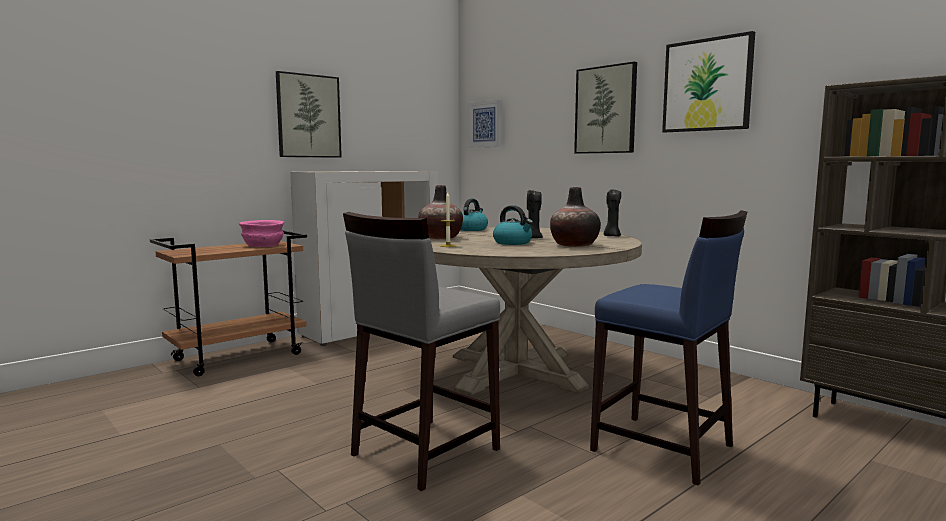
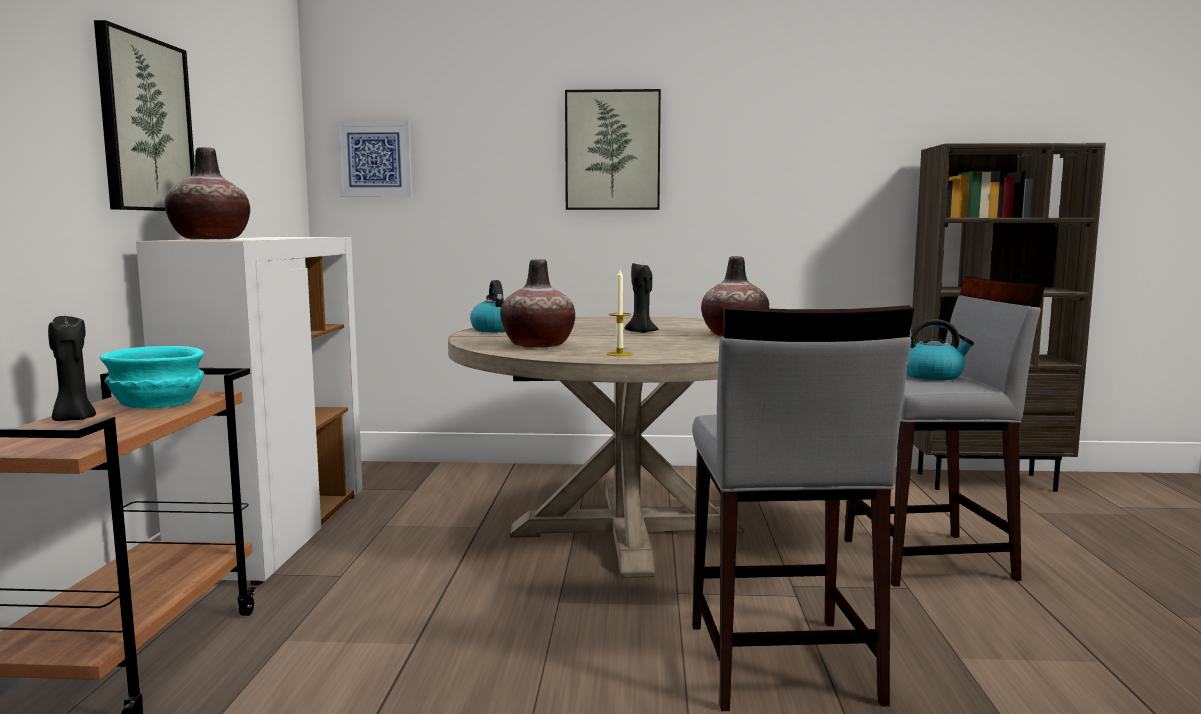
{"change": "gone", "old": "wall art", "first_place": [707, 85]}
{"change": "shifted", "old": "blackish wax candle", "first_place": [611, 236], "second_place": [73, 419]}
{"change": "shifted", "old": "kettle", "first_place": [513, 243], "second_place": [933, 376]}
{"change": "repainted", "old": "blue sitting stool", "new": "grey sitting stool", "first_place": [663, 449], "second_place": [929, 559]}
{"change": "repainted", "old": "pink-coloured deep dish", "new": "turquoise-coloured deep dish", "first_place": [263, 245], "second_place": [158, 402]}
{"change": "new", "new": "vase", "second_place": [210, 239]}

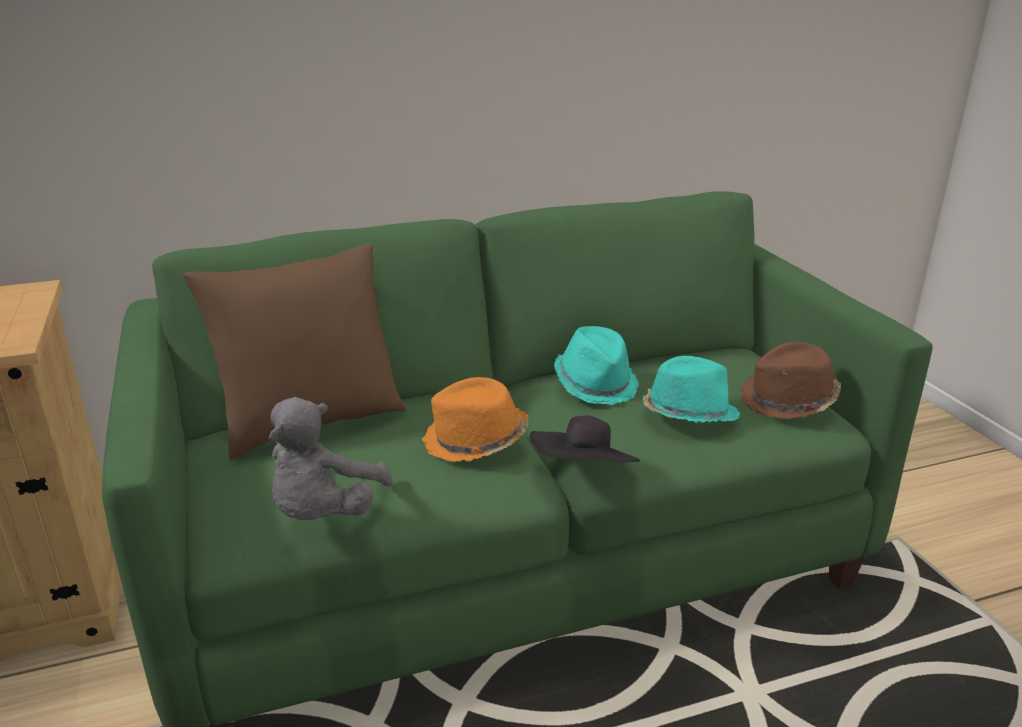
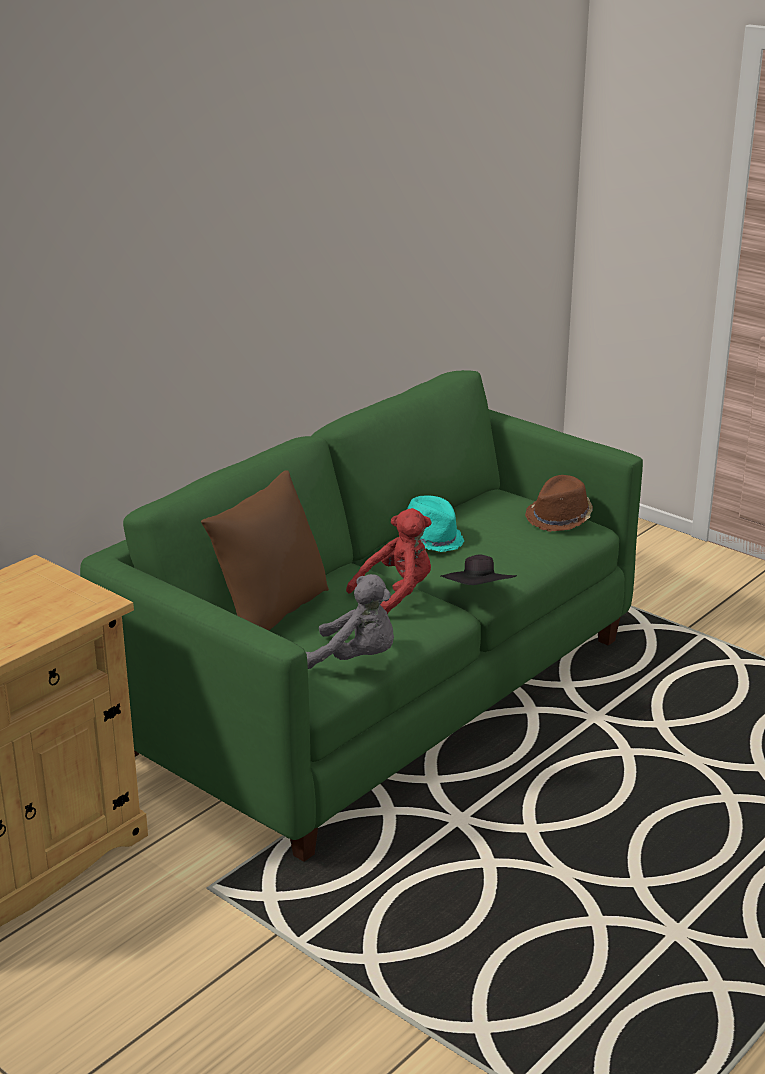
{"change": "gone", "old": "turquoise-coloured wearable hat", "first_place": [687, 414]}
{"change": "swapped", "old": "orangey wearable hat", "new": "red cuddly toy", "first_place": [475, 441], "second_place": [396, 595]}
{"change": "rotated", "old": "grey cuddly toy", "first_place": [325, 513], "second_place": [356, 659], "degrees": -60}

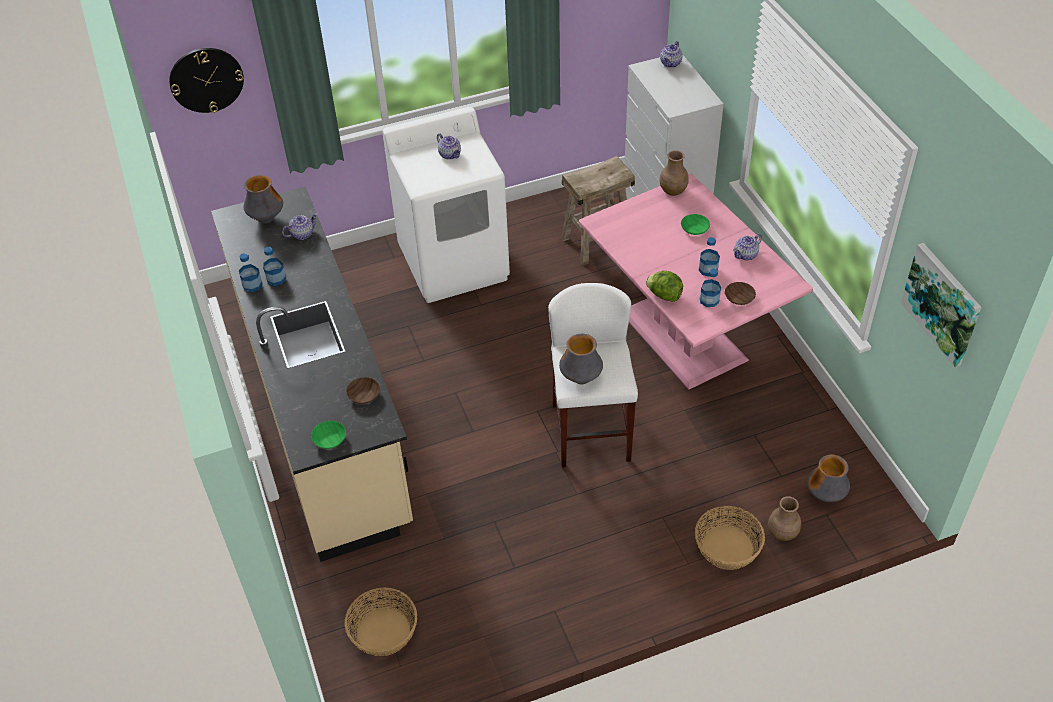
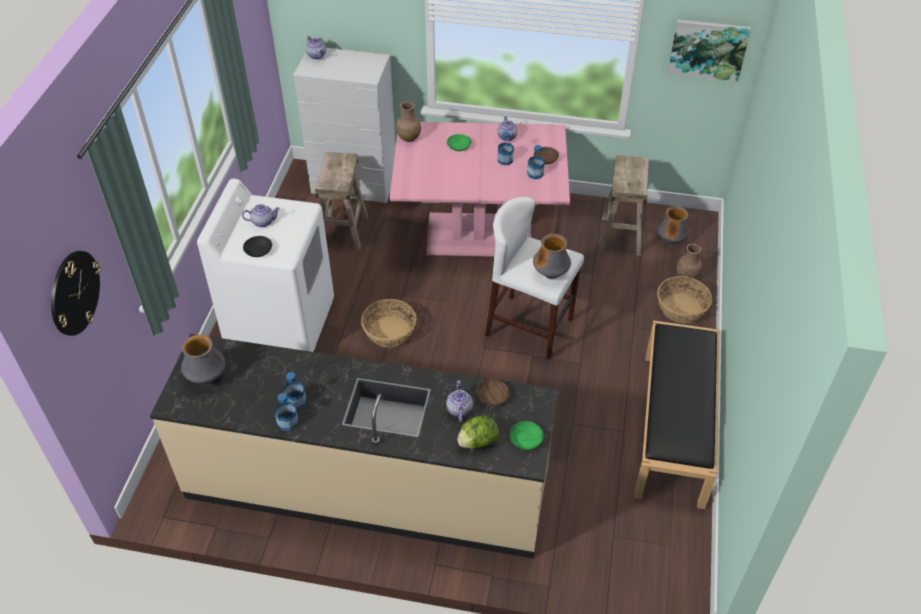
{"change": "shifted", "old": "pot for tea", "first_place": [302, 234], "second_place": [459, 409]}
{"change": "shifted", "old": "lettuce", "first_place": [664, 295], "second_place": [478, 442]}
{"change": "shifted", "old": "storage basket", "first_place": [383, 631], "second_place": [389, 332]}
{"change": "new", "new": "beige sitting stool", "second_place": [621, 235]}
{"change": "new", "new": "blackish deep dish", "second_place": [259, 251]}
{"change": "new", "new": "blackish bench", "second_place": [674, 428]}

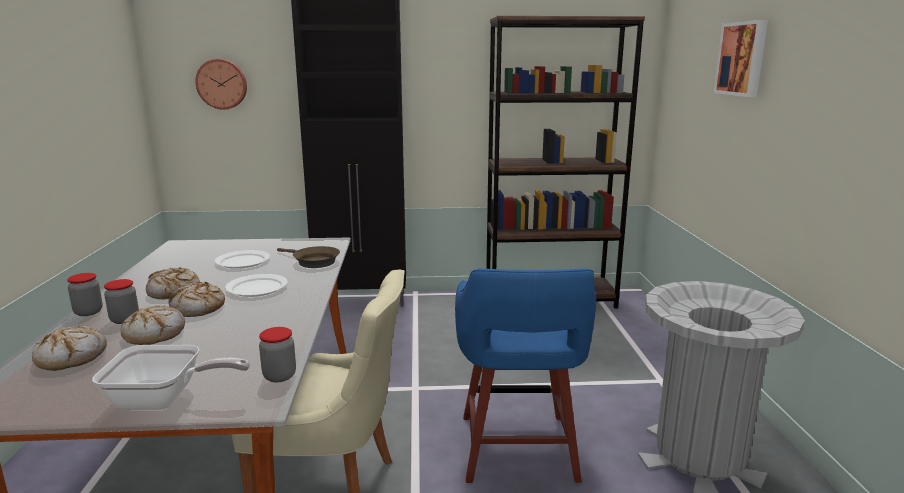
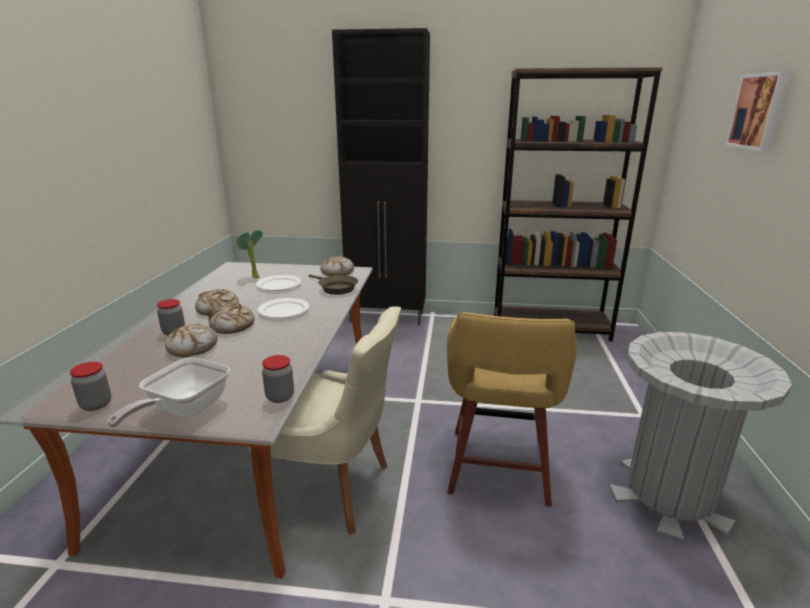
{"change": "gone", "old": "wall clock", "first_place": [222, 84]}
{"change": "repainted", "old": "blue sitting stool", "new": "yellowish sitting stool", "first_place": [517, 450], "second_place": [497, 468]}
{"change": "shifted", "old": "preserve jar", "first_place": [88, 312], "second_place": [96, 404]}
{"change": "shifted", "old": "bread", "first_place": [72, 357], "second_place": [337, 272]}
{"change": "rotated", "old": "frying pan", "first_place": [164, 400], "second_place": [183, 410], "degrees": 105}
{"change": "new", "new": "houseplant", "second_place": [253, 277]}

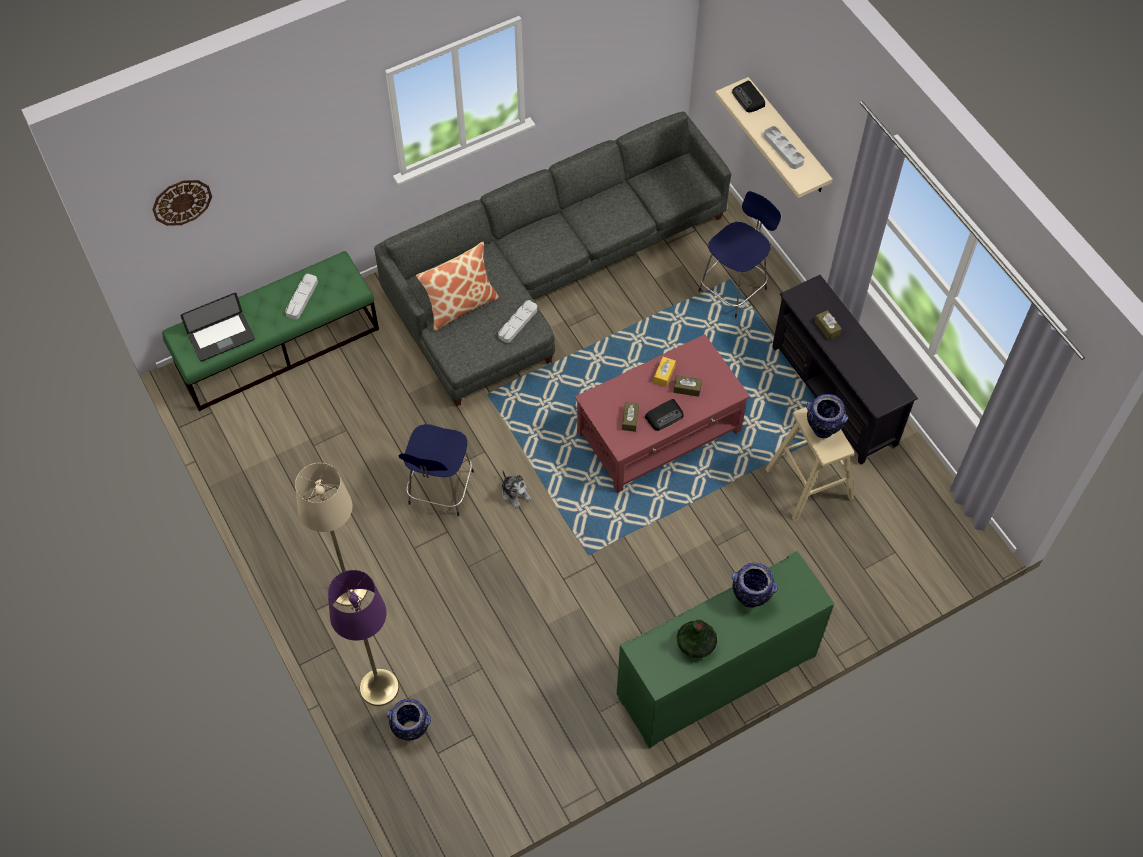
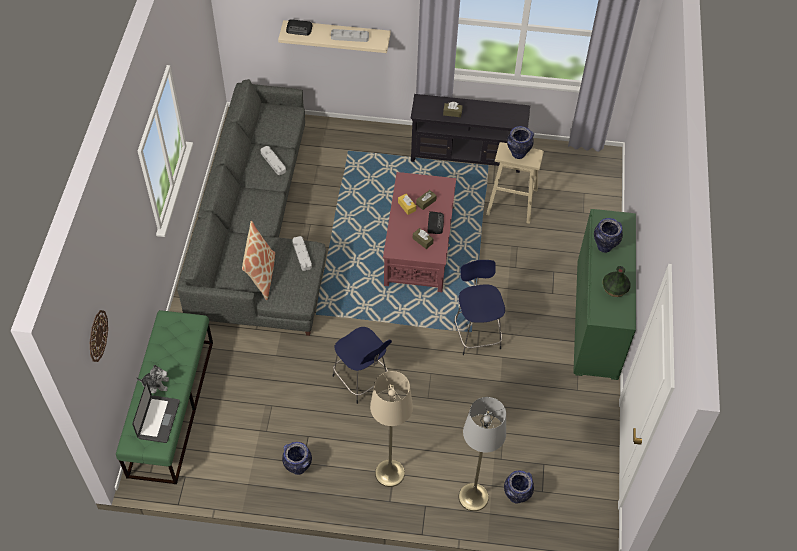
{"change": "shifted", "old": "blue sitting stool", "first_place": [734, 288], "second_place": [477, 333]}
{"change": "shifted", "old": "grey carrying tray", "first_place": [302, 298], "second_place": [273, 162]}
{"change": "shifted", "old": "cuddly toy", "first_place": [515, 493], "second_place": [156, 384]}
{"change": "repainted", "old": "purplish standard lamp", "new": "grey standard lamp", "first_place": [379, 687], "second_place": [473, 497]}
{"change": "new", "new": "vase", "second_place": [298, 468]}

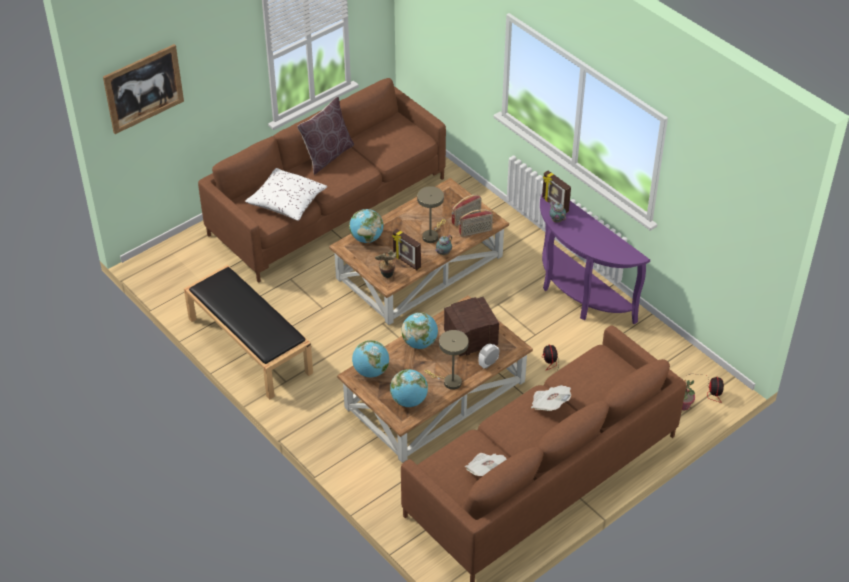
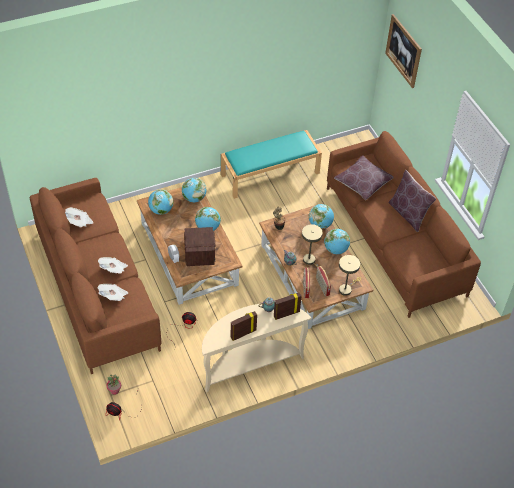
{"change": "repainted", "old": "white-coloured pillow", "new": "brown-coloured pillow", "first_place": [287, 202], "second_place": [363, 183]}
{"change": "repainted", "old": "purplish console table", "new": "beige console table", "first_place": [577, 294], "second_place": [250, 364]}
{"change": "shifted", "old": "picture frame", "first_place": [406, 262], "second_place": [243, 333]}
{"change": "repainted", "old": "blackish bench", "new": "turquoise-coloured bench", "first_place": [248, 345], "second_place": [270, 173]}
{"change": "shifted", "old": "beige tabletop lamp", "first_place": [449, 381], "second_place": [346, 289]}
{"change": "new", "new": "world globe", "second_place": [336, 249]}
{"change": "new", "new": "daily paper", "second_place": [113, 296]}

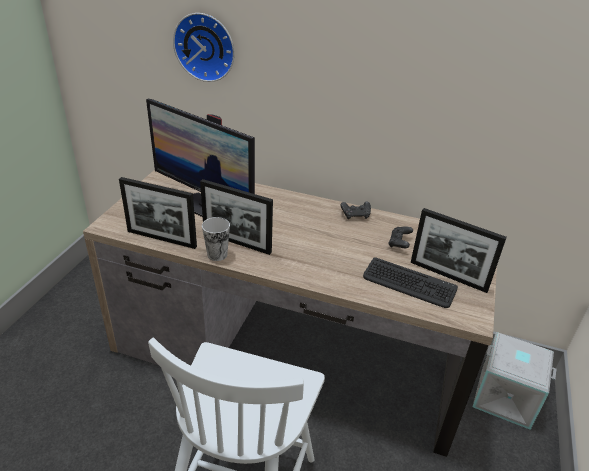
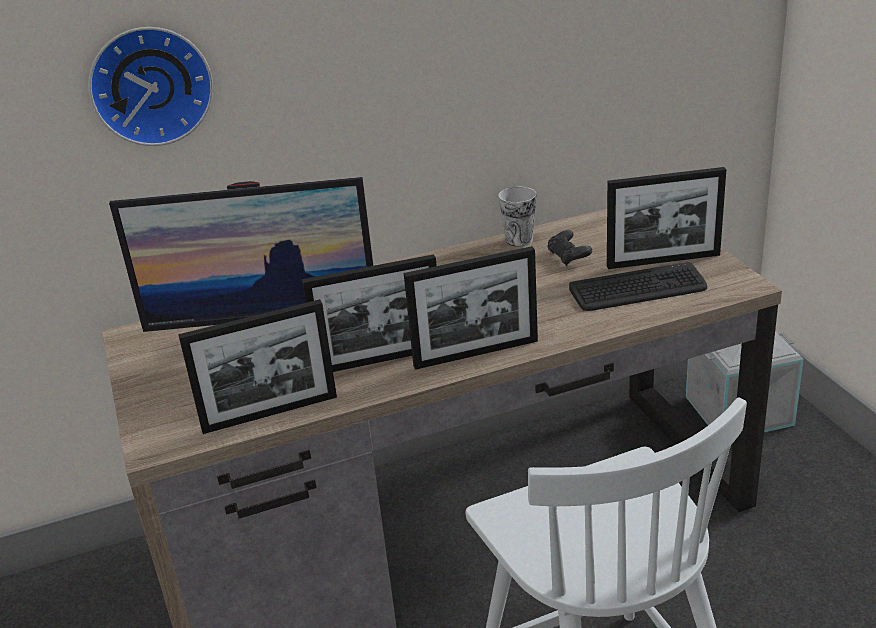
{"change": "gone", "old": "blackish game controller", "first_place": [355, 215]}
{"change": "shifted", "old": "small cup", "first_place": [217, 254], "second_place": [519, 240]}
{"change": "new", "new": "picture frame", "second_place": [476, 353]}

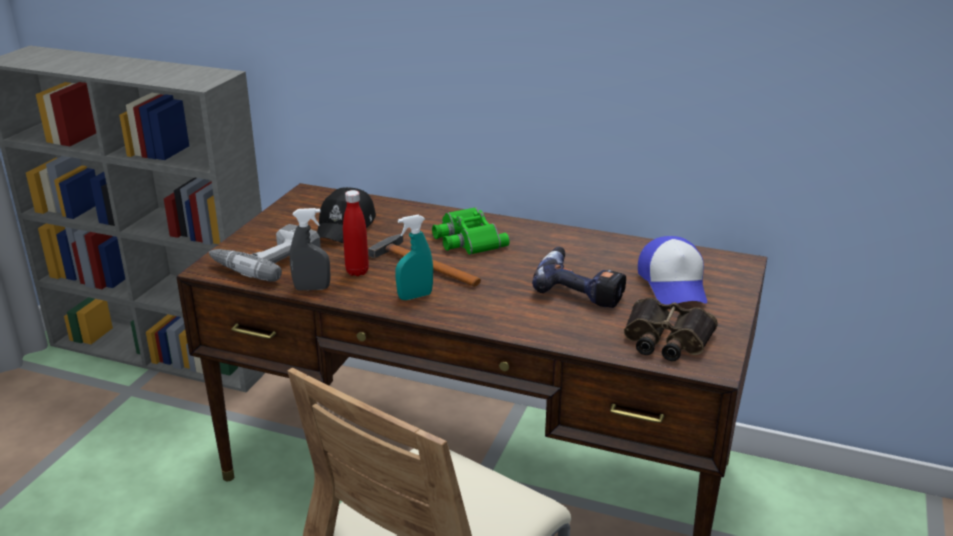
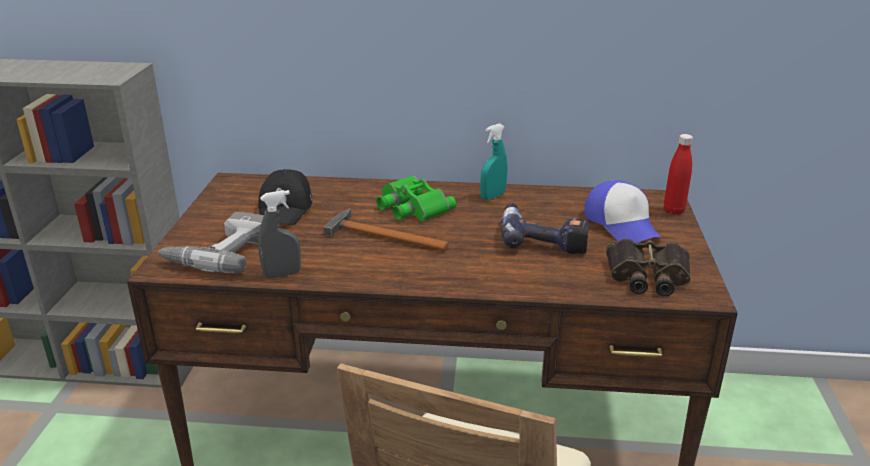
{"change": "shifted", "old": "red beverage bottle", "first_place": [357, 271], "second_place": [673, 211]}
{"change": "shifted", "old": "turquoise-coloured hand sprayer", "first_place": [415, 296], "second_place": [493, 196]}

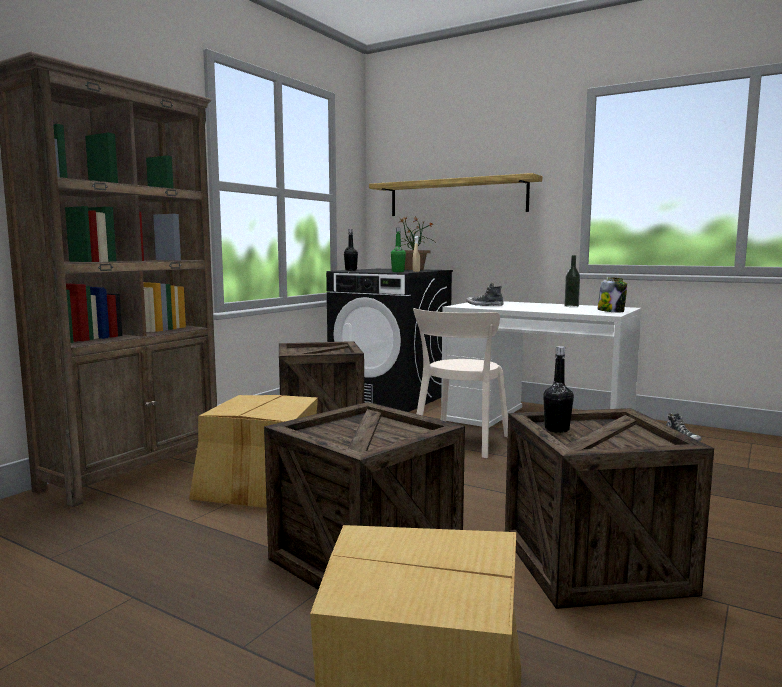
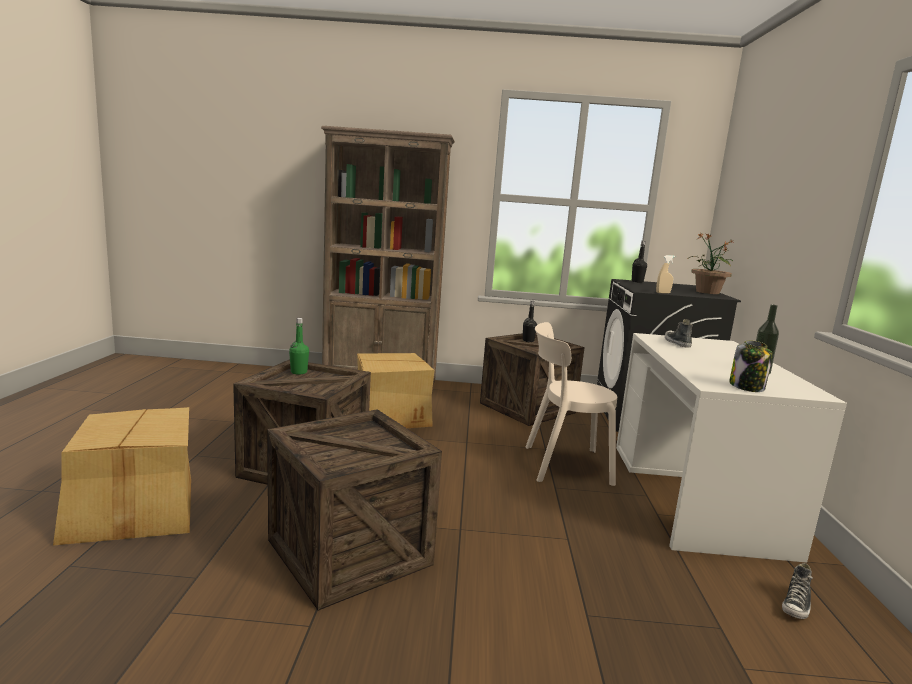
{"change": "gone", "old": "shelf", "first_place": [456, 197]}
{"change": "shifted", "old": "green-coloured beverage bottle", "first_place": [398, 271], "second_place": [299, 372]}
{"change": "shifted", "old": "blackish beverage bottle", "first_place": [557, 429], "second_place": [528, 341]}

